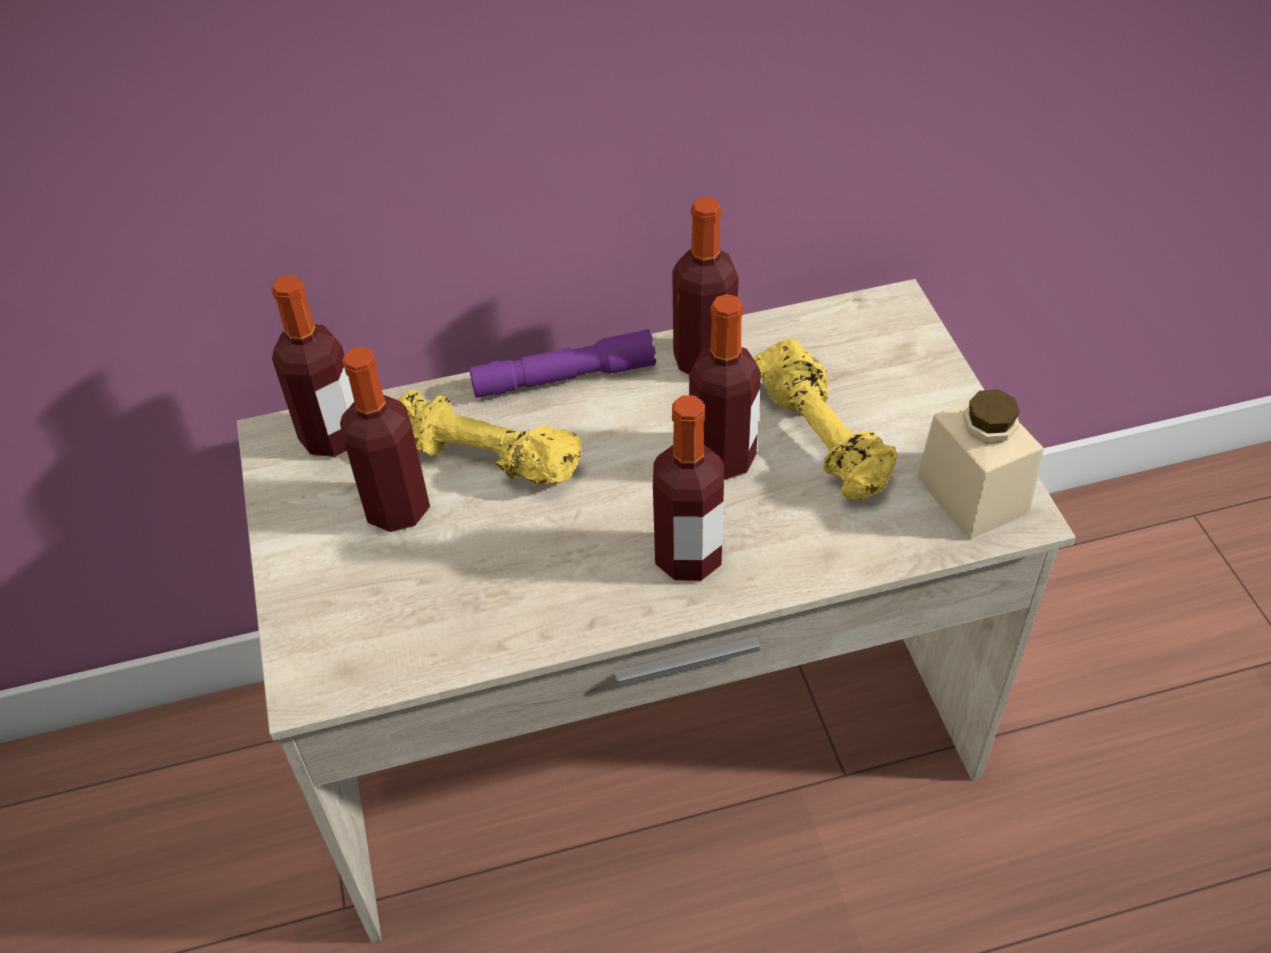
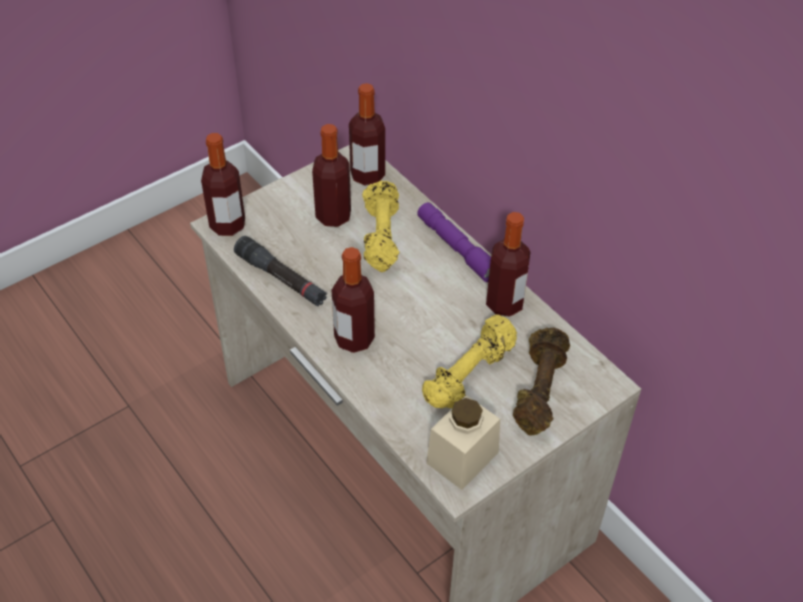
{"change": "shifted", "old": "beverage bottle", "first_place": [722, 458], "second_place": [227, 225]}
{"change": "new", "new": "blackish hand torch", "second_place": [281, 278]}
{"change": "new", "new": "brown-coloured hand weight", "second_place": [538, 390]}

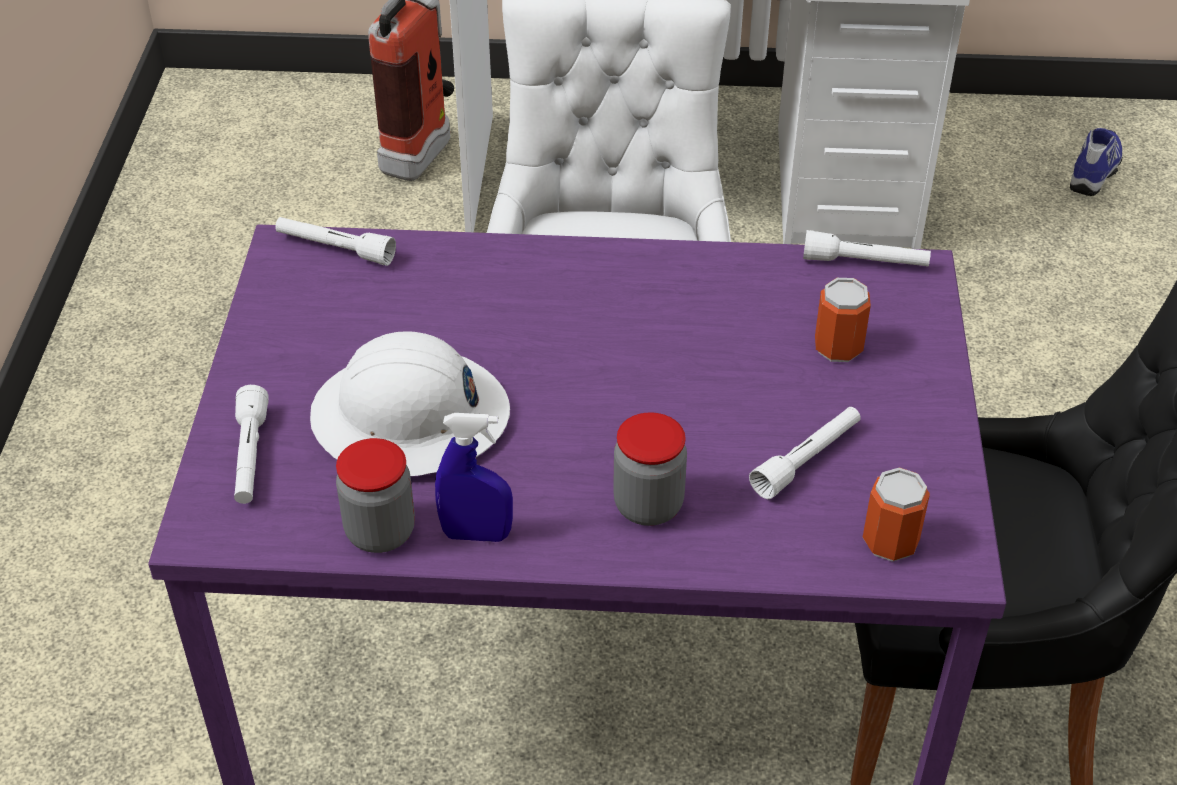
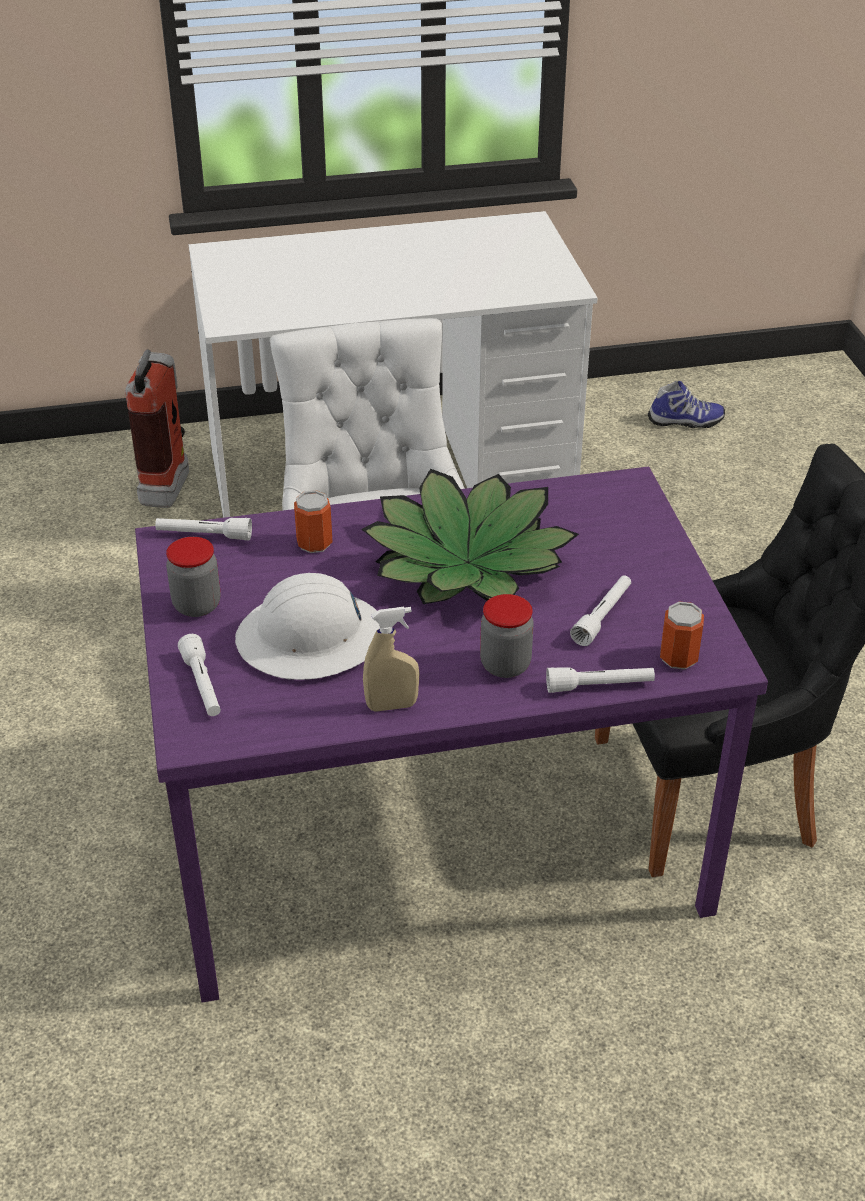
{"change": "rotated", "old": "item of footwear", "first_place": [1096, 172], "second_place": [685, 422], "degrees": 75}
{"change": "shifted", "old": "white-coloured hand torch", "first_place": [865, 262], "second_place": [599, 686]}
{"change": "shifted", "old": "metal can", "first_place": [838, 347], "second_place": [314, 543]}
{"change": "repainted", "old": "blue hand sprayer", "new": "beige hand sprayer", "first_place": [476, 534], "second_place": [391, 705]}
{"change": "shifted", "old": "preserve jar", "first_place": [380, 532], "second_place": [197, 605]}
{"change": "new", "new": "houseplant", "second_place": [468, 563]}

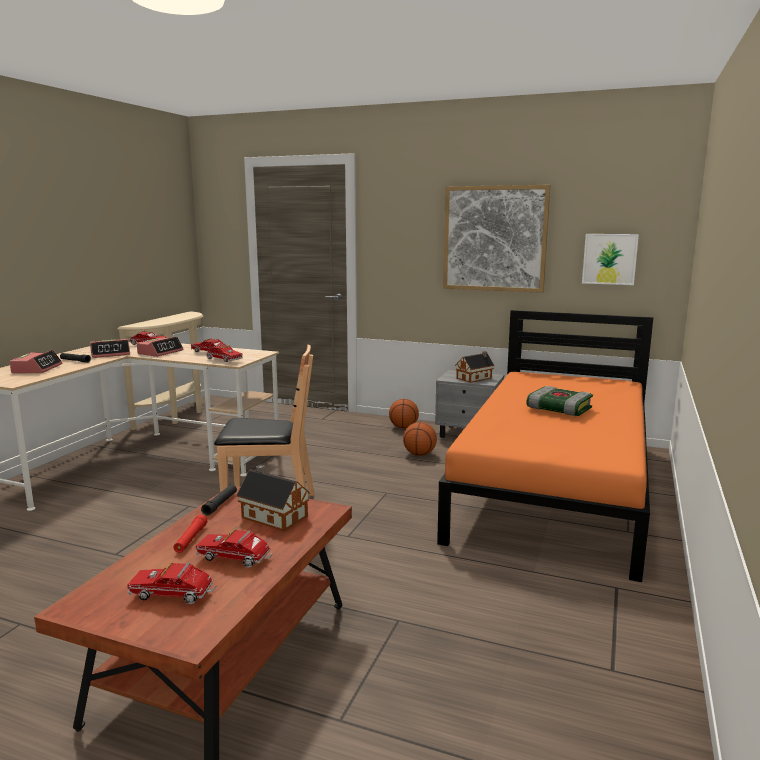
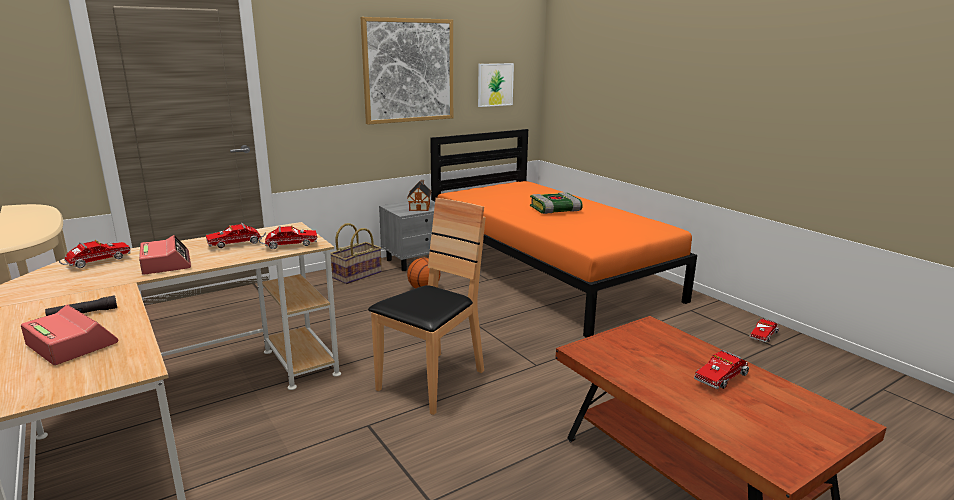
{"change": "gone", "old": "bedside clock", "first_place": [110, 354]}
{"change": "swapped", "old": "ball for basketball", "new": "storage basket", "first_place": [403, 427], "second_place": [357, 274]}
{"change": "gone", "old": "miniature house", "first_place": [273, 516]}
{"change": "gone", "old": "blackish hand torch", "first_place": [220, 504]}
{"change": "gone", "old": "red hand torch", "first_place": [191, 539]}
{"change": "shifted", "old": "toy lorry", "first_place": [176, 595], "second_place": [763, 336]}

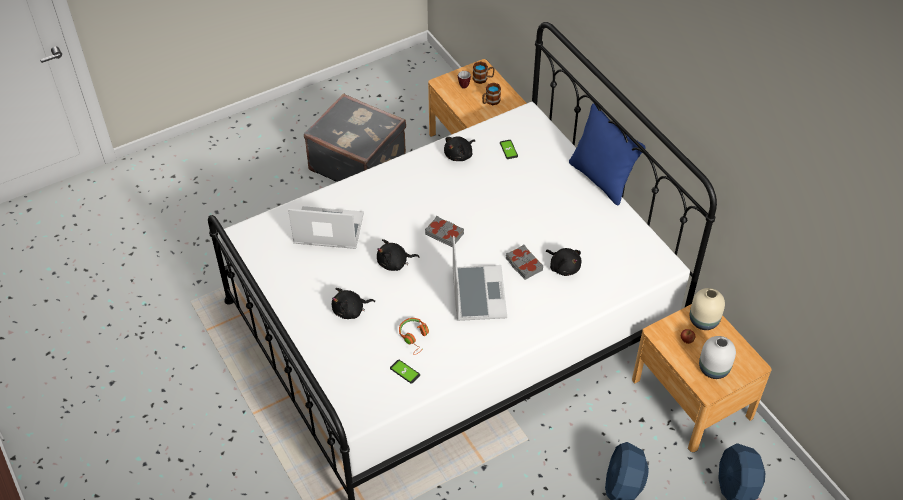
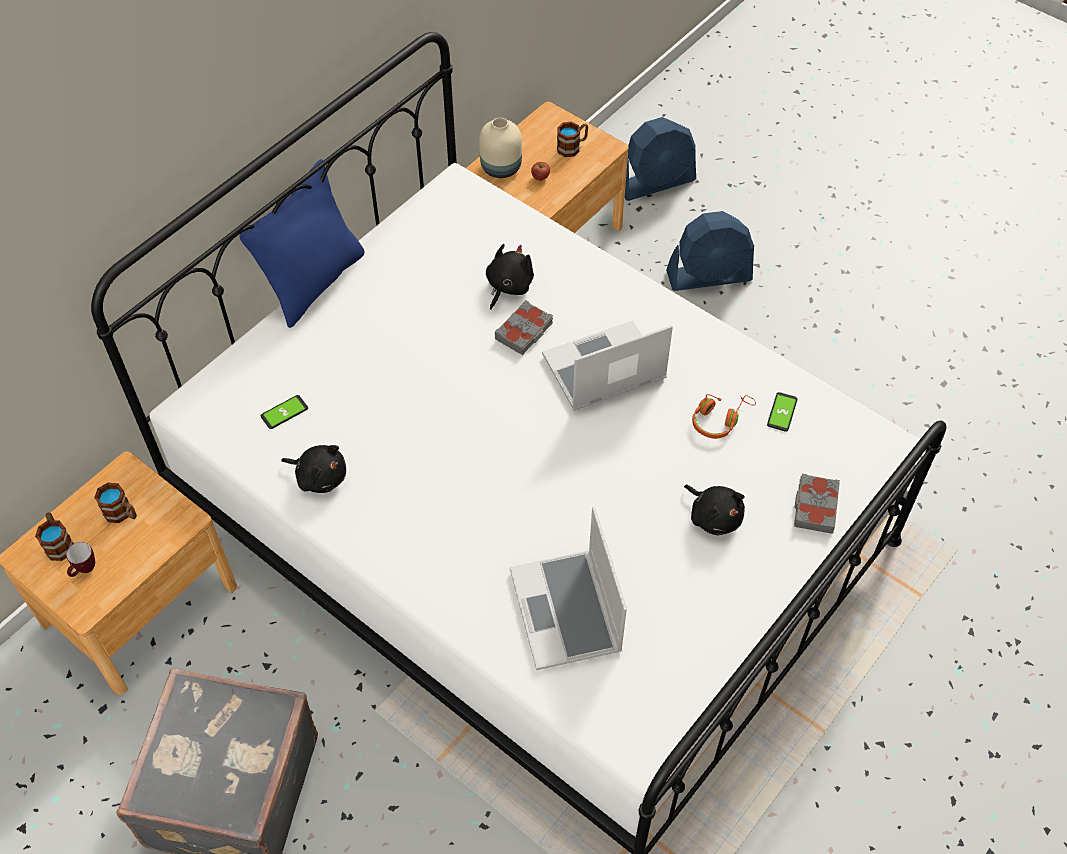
{"change": "shifted", "old": "grey volume", "first_place": [444, 233], "second_place": [814, 507]}
{"change": "gone", "old": "blackish cuddly toy", "first_place": [394, 263]}
{"change": "swapped", "old": "white-coloured vase", "new": "coffee mug", "first_place": [714, 369], "second_place": [572, 147]}

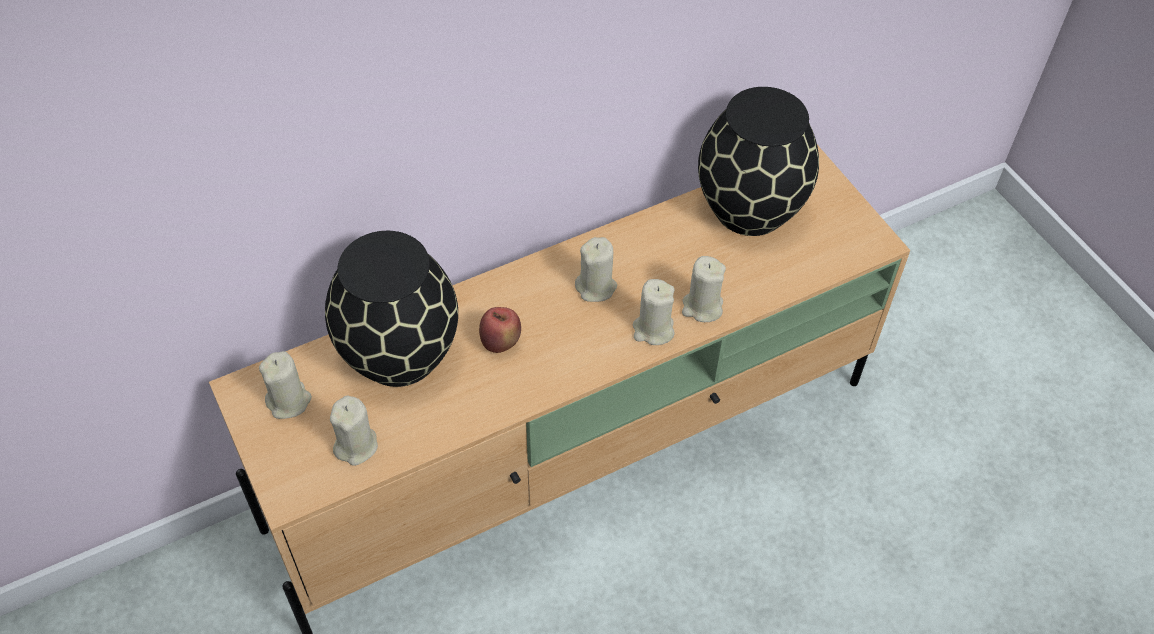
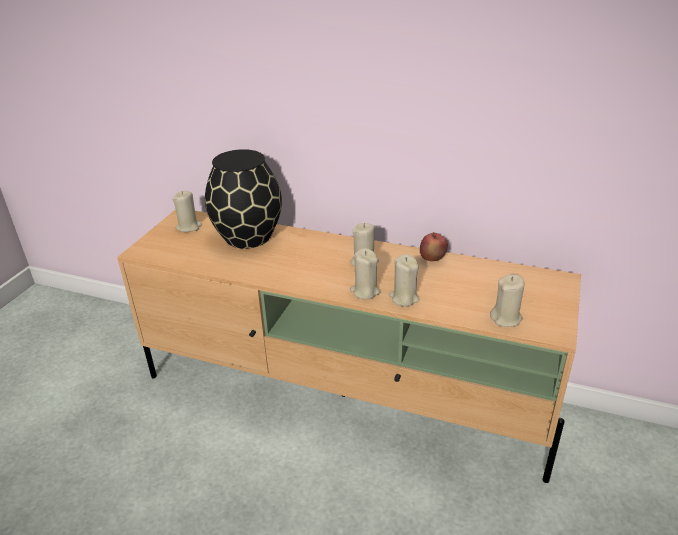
{"change": "gone", "old": "blackish vase", "first_place": [751, 209]}
{"change": "shifted", "old": "apple fruit", "first_place": [500, 343], "second_place": [432, 259]}
{"change": "shifted", "old": "beige wax candle", "first_place": [356, 445], "second_place": [506, 318]}

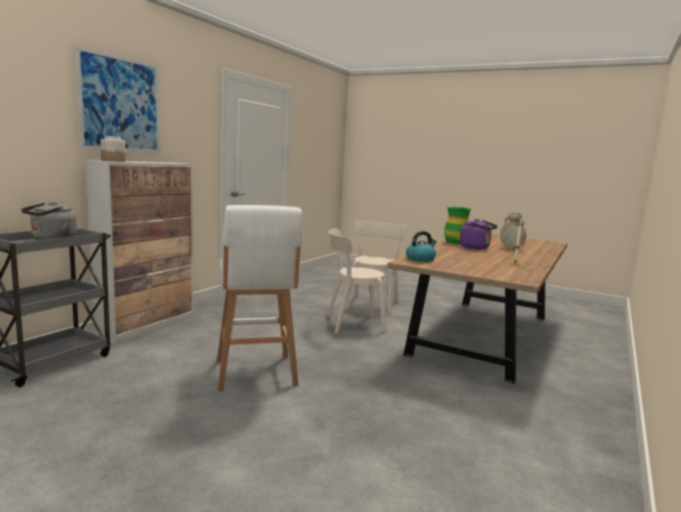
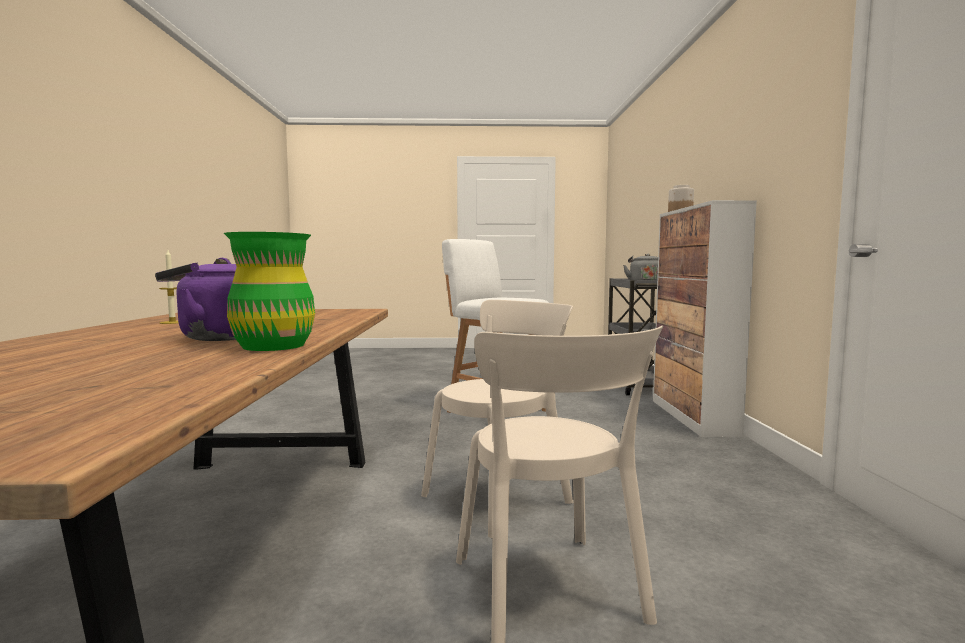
{"change": "gone", "old": "wall art", "first_place": [120, 104]}
{"change": "gone", "old": "beige vase", "first_place": [511, 248]}
{"change": "gone", "old": "kettle", "first_place": [420, 259]}

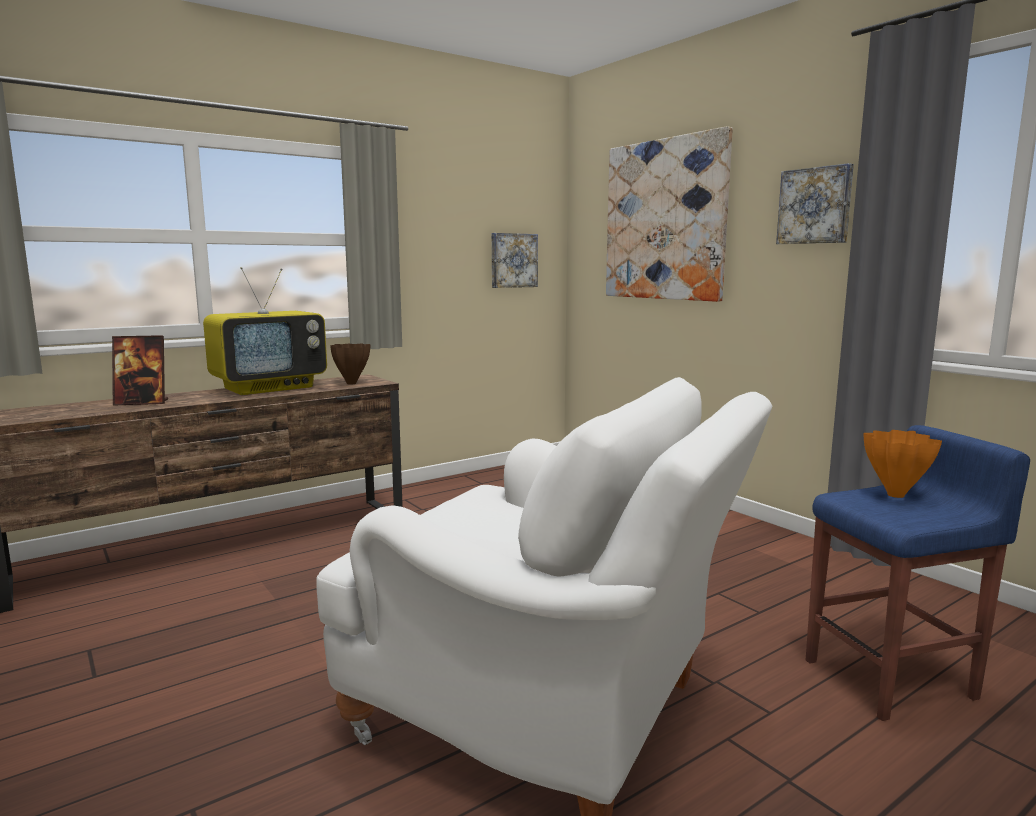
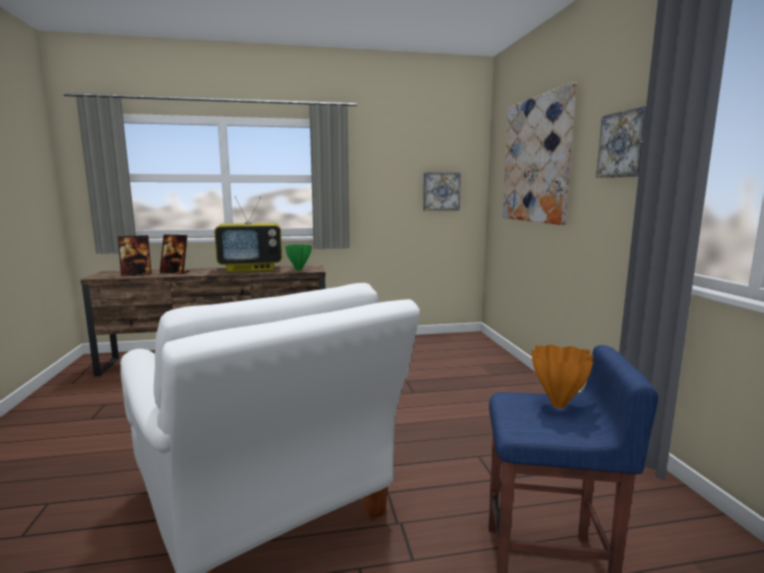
{"change": "repainted", "old": "brown-coloured vase", "new": "green-coloured vase", "first_place": [351, 383], "second_place": [298, 270]}
{"change": "new", "new": "picture frame", "second_place": [137, 274]}

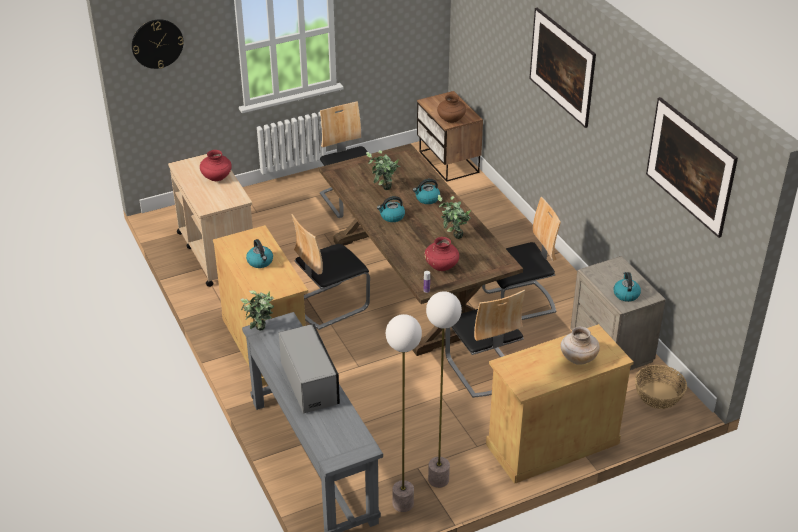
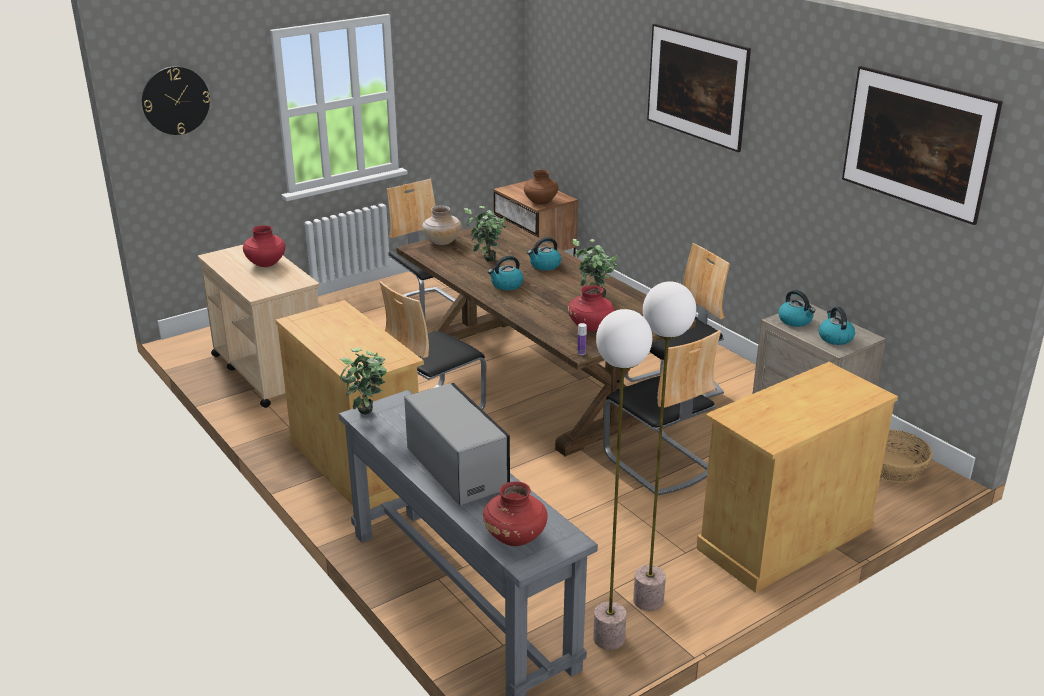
{"change": "shifted", "old": "kettle", "first_place": [260, 262], "second_place": [795, 321]}
{"change": "shifted", "old": "beige vase", "first_place": [578, 358], "second_place": [442, 242]}
{"change": "new", "new": "red vase", "second_place": [515, 537]}

